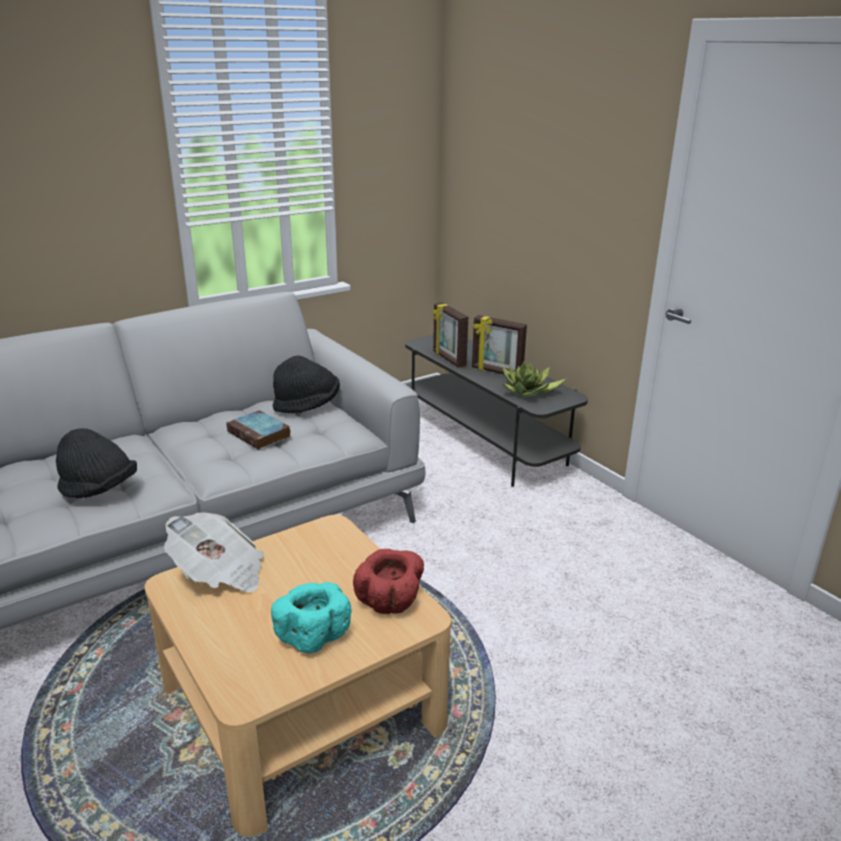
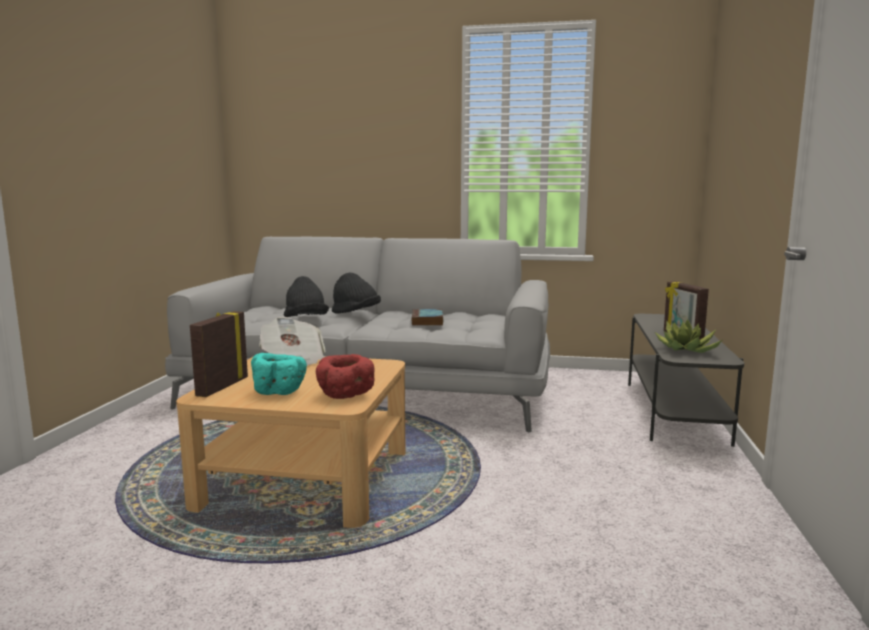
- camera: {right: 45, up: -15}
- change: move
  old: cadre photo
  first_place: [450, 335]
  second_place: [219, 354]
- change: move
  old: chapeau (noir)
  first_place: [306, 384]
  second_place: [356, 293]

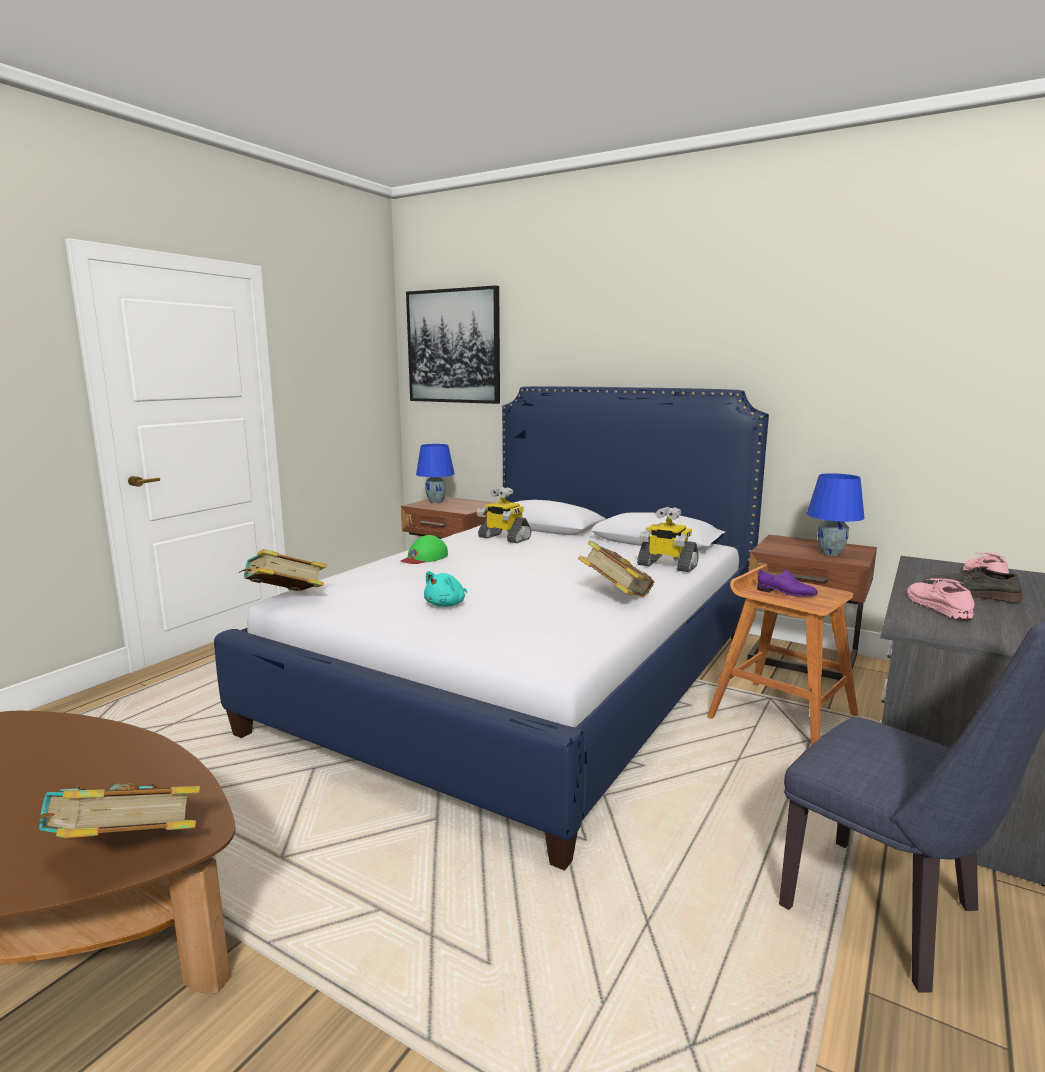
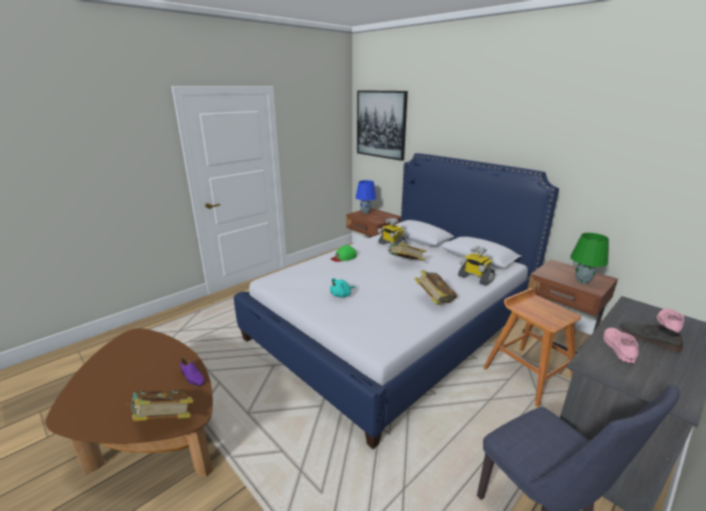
- camera: {right: 15, up: 10}
- change: move
  old: chaussure (violet)
  first_place: [787, 583]
  second_place: [192, 371]
- change: move
  old: livre
  first_place: [283, 570]
  second_place: [406, 251]
- change: recolor
  old: lampe de table (bleu)
  new: lampe de table (vert)
  first_place: [835, 514]
  second_place: [589, 258]

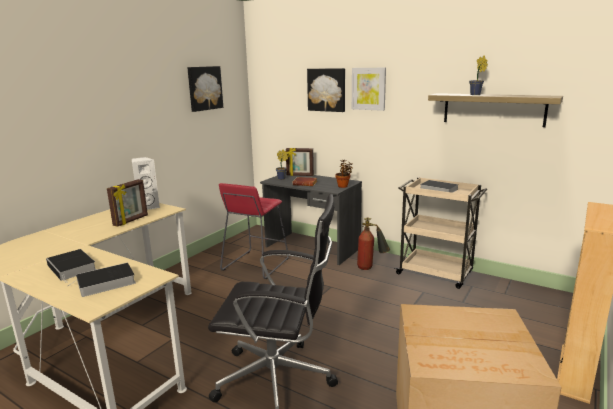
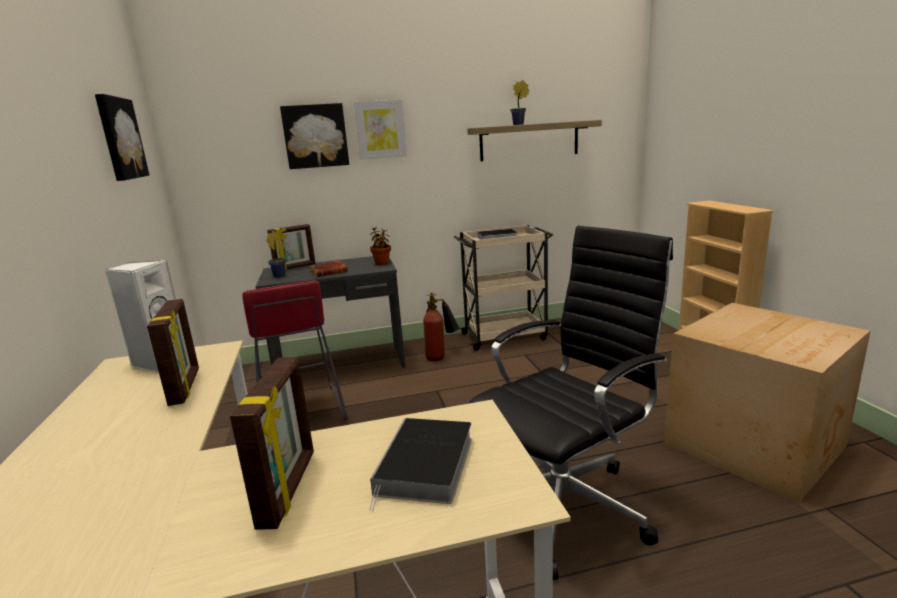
- camera: {right: -45, up: 0}
- change: replace
  old: livre
  new: cadre photo
  first_place: [71, 266]
  second_place: [272, 443]

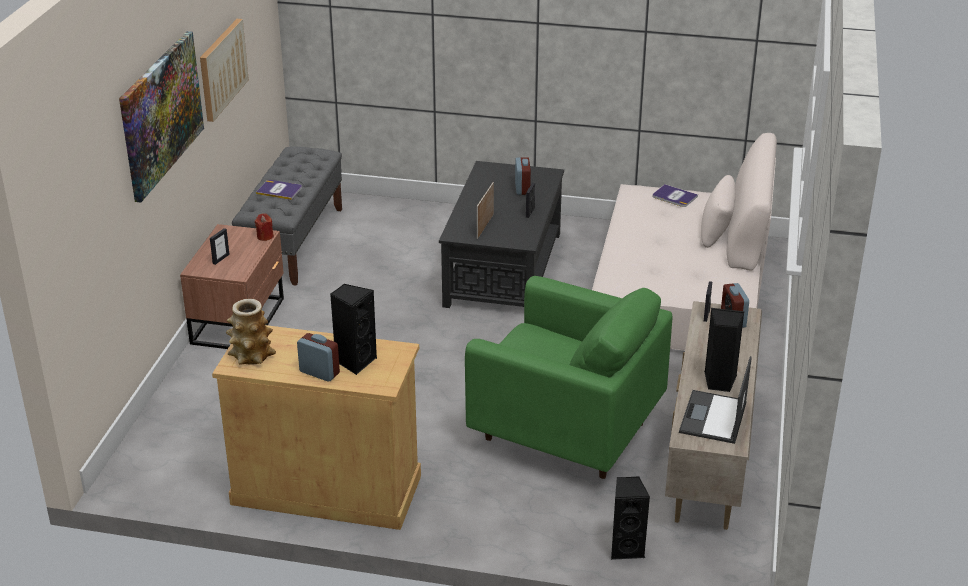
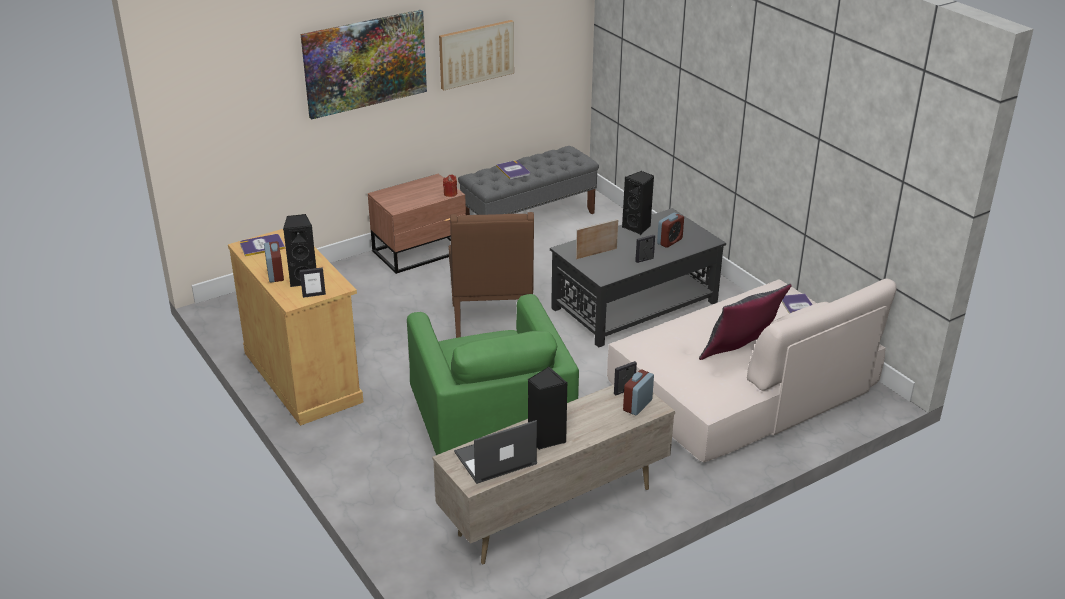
- camera: {right: 45, up: 0}
- change: replace
  old: vase
  new: livre
  first_place: [251, 332]
  second_place: [262, 245]
- change: move
  old: cadre photo
  first_place: [220, 246]
  second_place: [313, 282]
- change: insert
  new: fauteuil (marron)
  second_place: [491, 275]
- change: move
  old: enceinte (noir)
  first_place: [630, 518]
  second_place: [638, 203]
- change: insert
  new: coussin (gris)
  second_place: [745, 322]

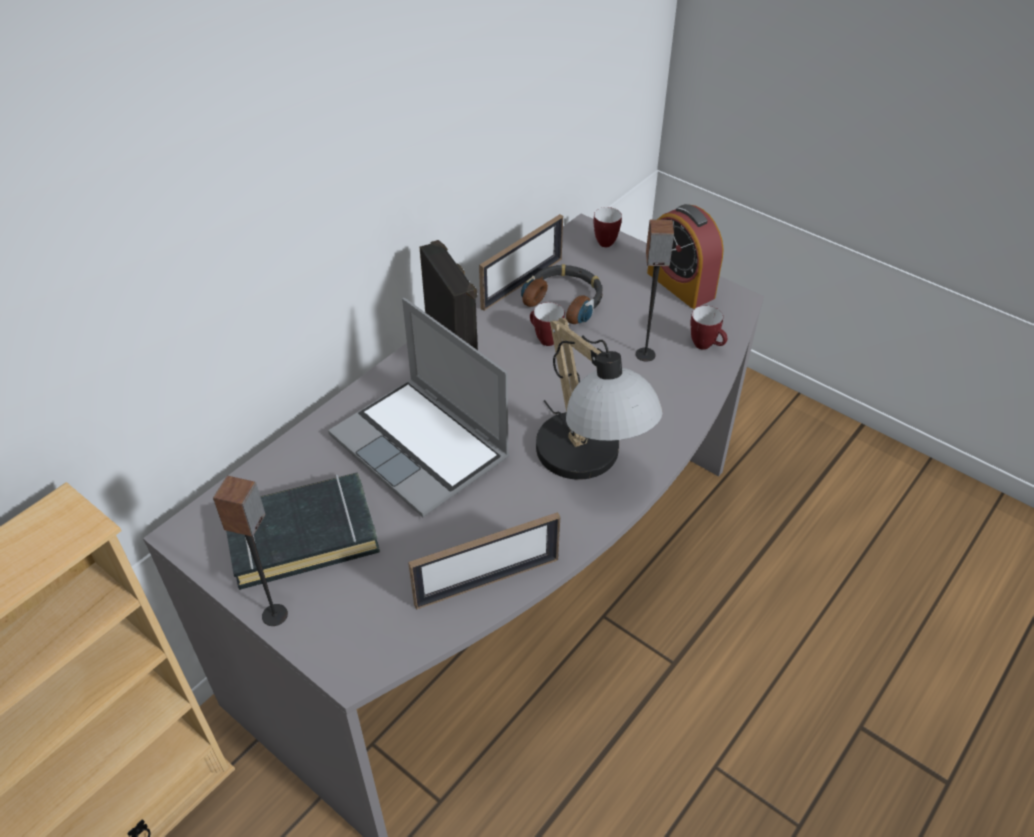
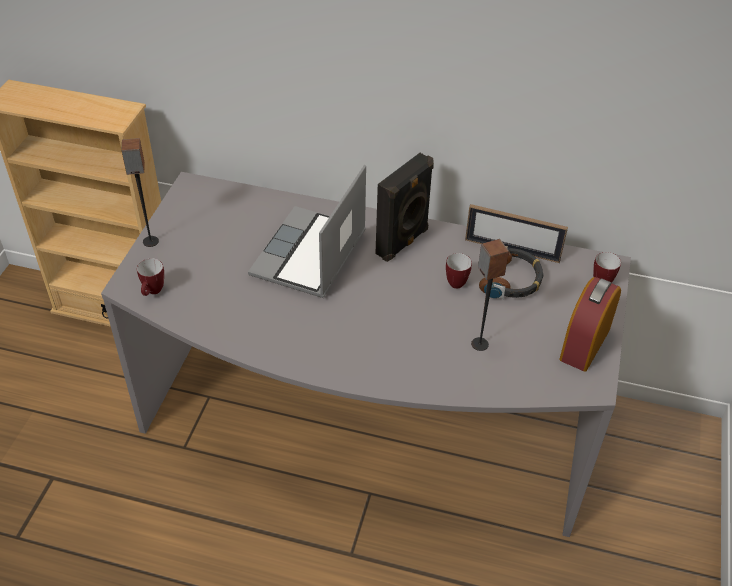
- camera: {right: 65, up: 0}
- change: move
  old: mug
  first_place: [709, 328]
  second_place: [150, 277]
- change: delete
  old: livre (noir)
  first_place: [303, 531]
- change: delete
  old: cadre photo
  first_place: [484, 560]
- change: delete
  old: lampe de table
  first_place: [599, 399]

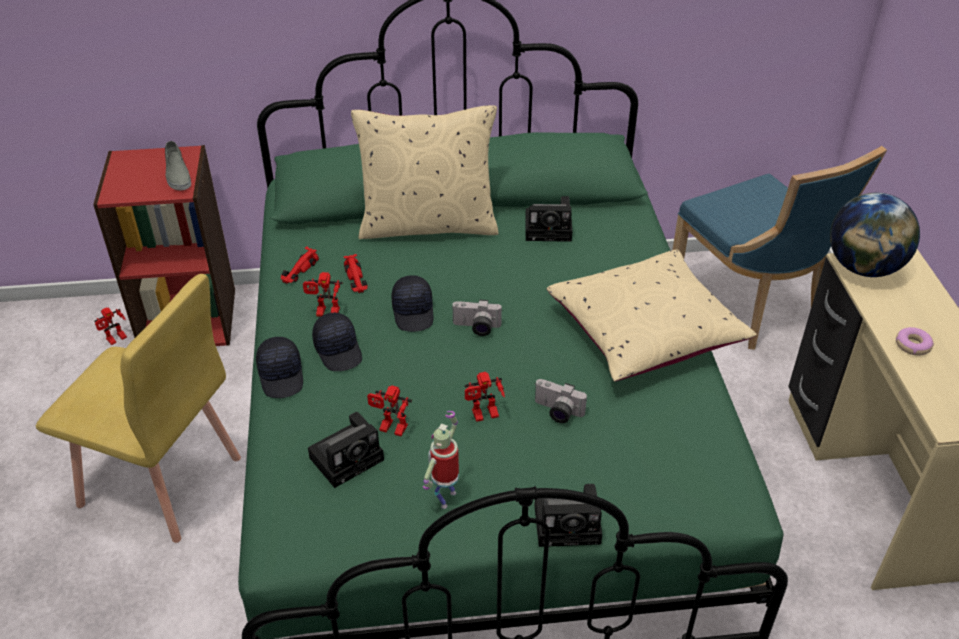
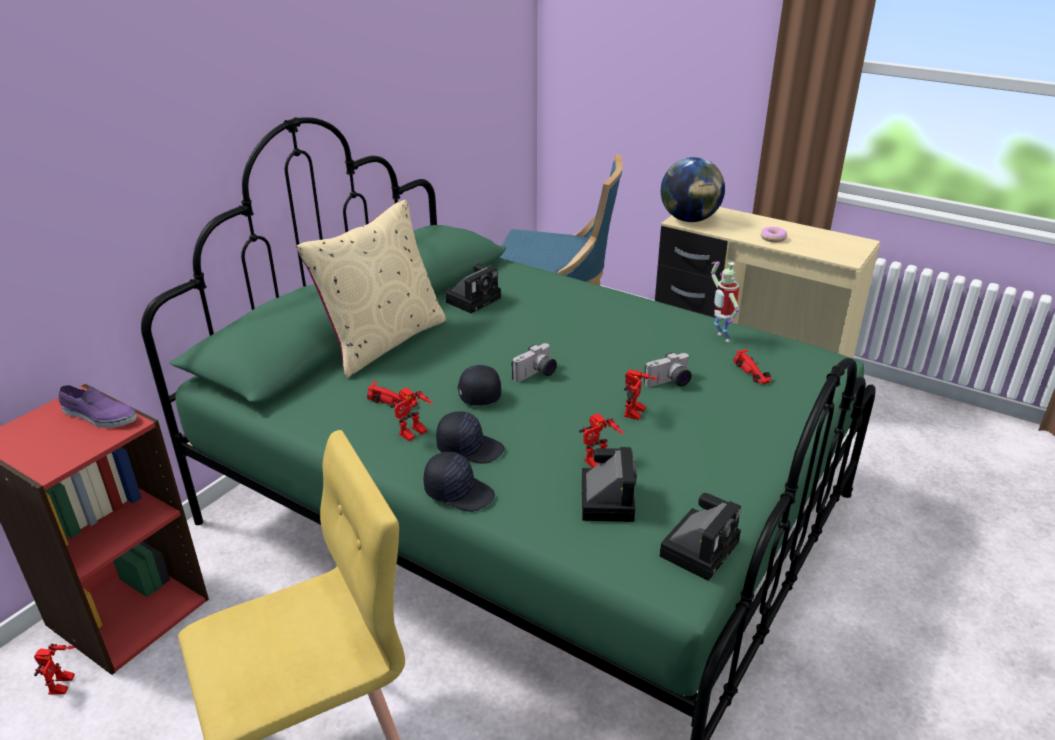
- camera: {right: -50, up: -10}
- change: recolor
  old: chaussure (gris)
  new: chaussure (violet)
  first_place: [178, 165]
  second_place: [98, 406]
- change: rotate
  old: casquette (noir)
  first_place: [412, 303]
  second_place: [479, 385]
  degrees: -135
- change: move
  old: appareil photo
  first_place: [568, 515]
  second_place: [700, 537]
- change: move
  old: robot jouet
  first_place: [441, 460]
  second_place: [725, 301]
- change: move
  old: petite voiture (rouge)
  first_place: [300, 265]
  second_place: [752, 366]
- change: delete
  old: coussin (beige)
  first_place: [652, 316]

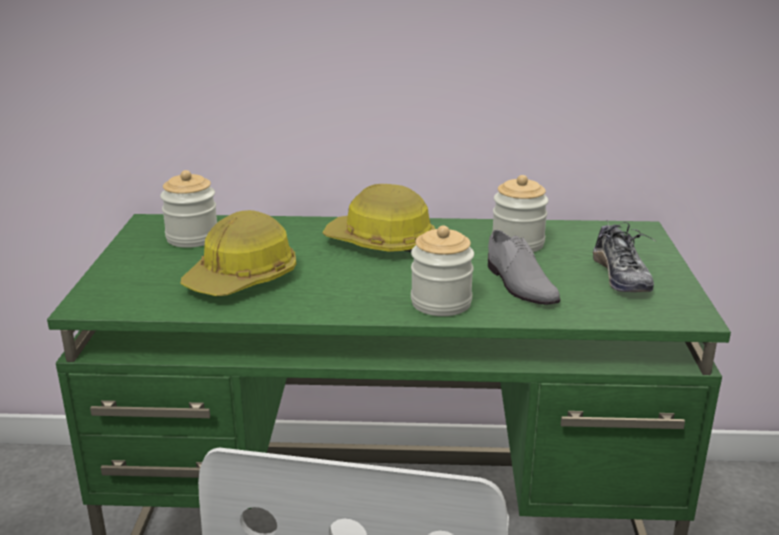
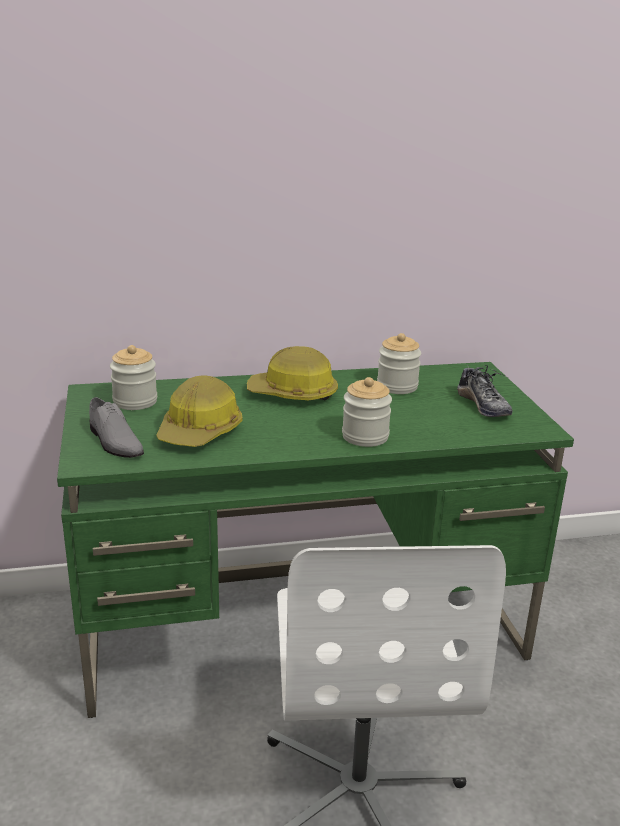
- camera: {right: -15, up: 0}
- change: move
  old: chaussure (gris)
  first_place: [524, 267]
  second_place: [116, 427]

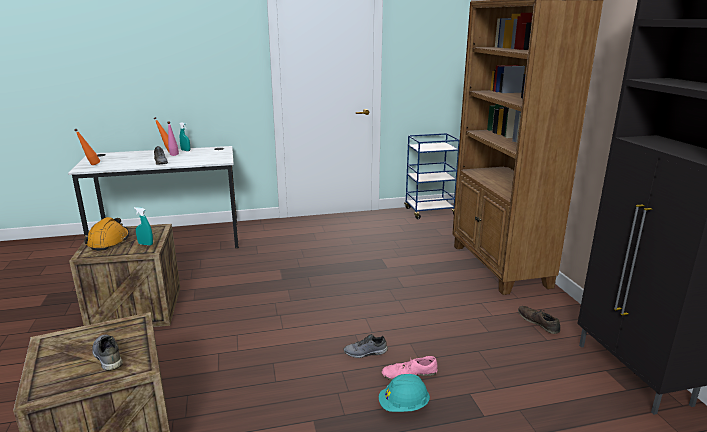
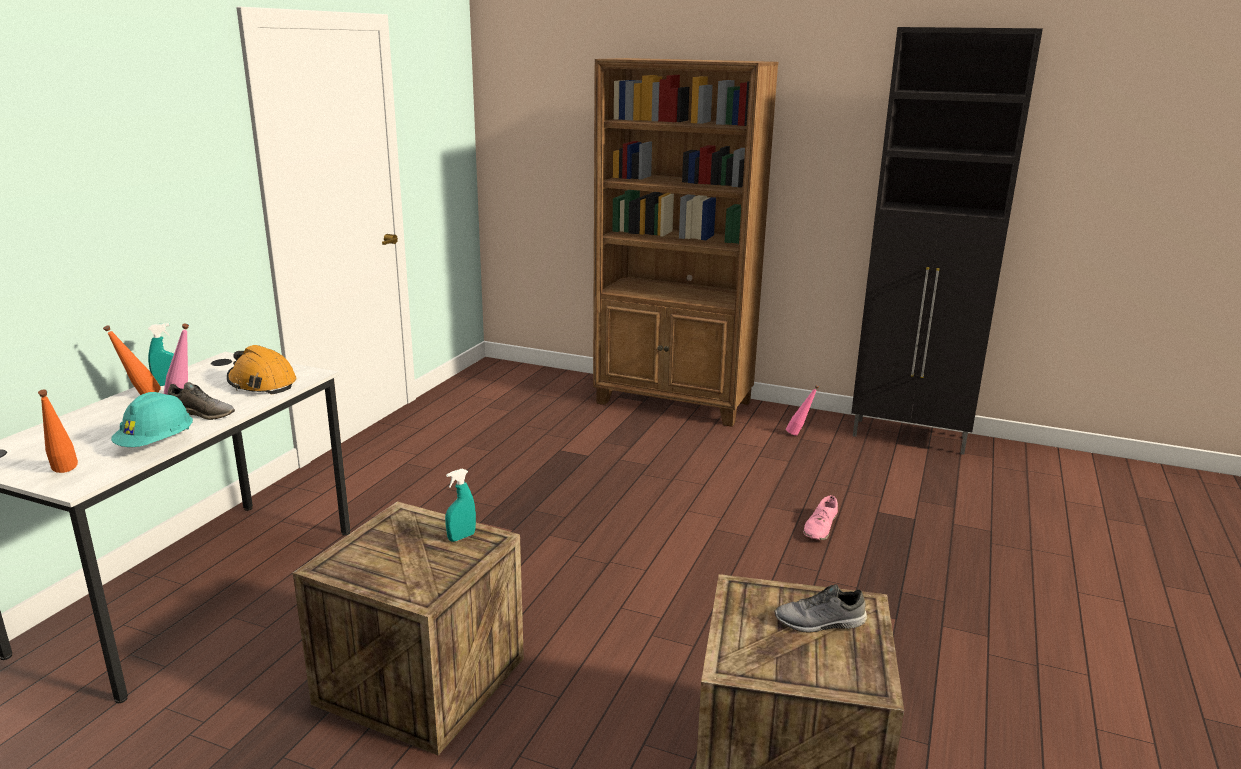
- camera: {right: -55, up: 0}
- change: move
  old: casque de chantier (turquoise)
  first_place: [404, 393]
  second_place: [152, 419]
- change: move
  old: casque de chantier (orange)
  first_place: [107, 234]
  second_place: [261, 369]
- change: replace
  old: chaussure (marron)
  new: bouteille (rose)
  first_place: [539, 320]
  second_place: [802, 410]
- change: delete
  old: chaussure (gris)
  first_place: [365, 346]
- change: delete
  old: chariot (bleu)
  first_place: [432, 176]

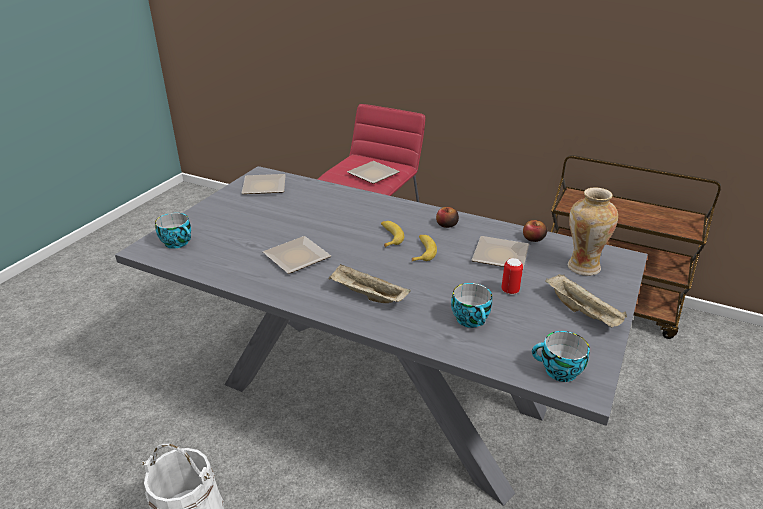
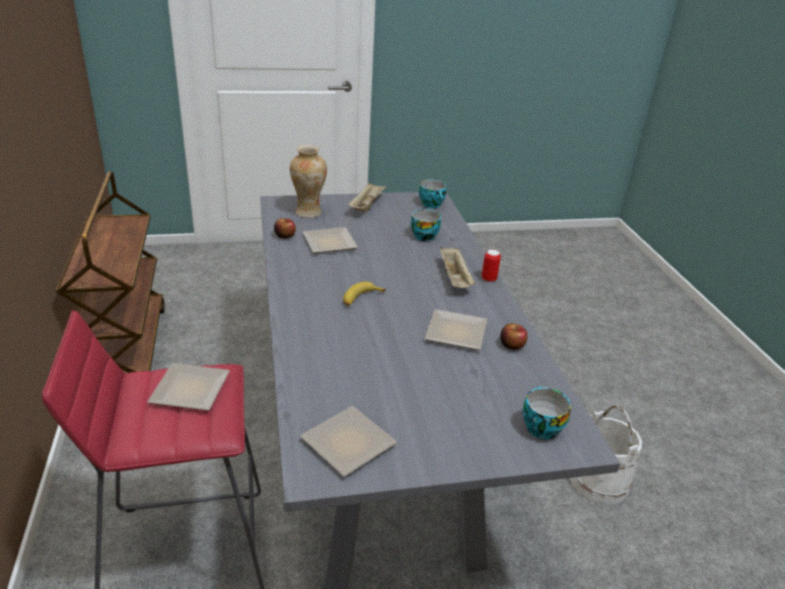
- camera: {right: -130, up: 0}
- change: move
  old: boîte métallique
  first_place: [512, 276]
  second_place: [491, 265]
- change: move
  old: pomme
  first_place: [447, 217]
  second_place: [514, 337]
- change: delete
  old: banane
  first_place: [424, 248]

